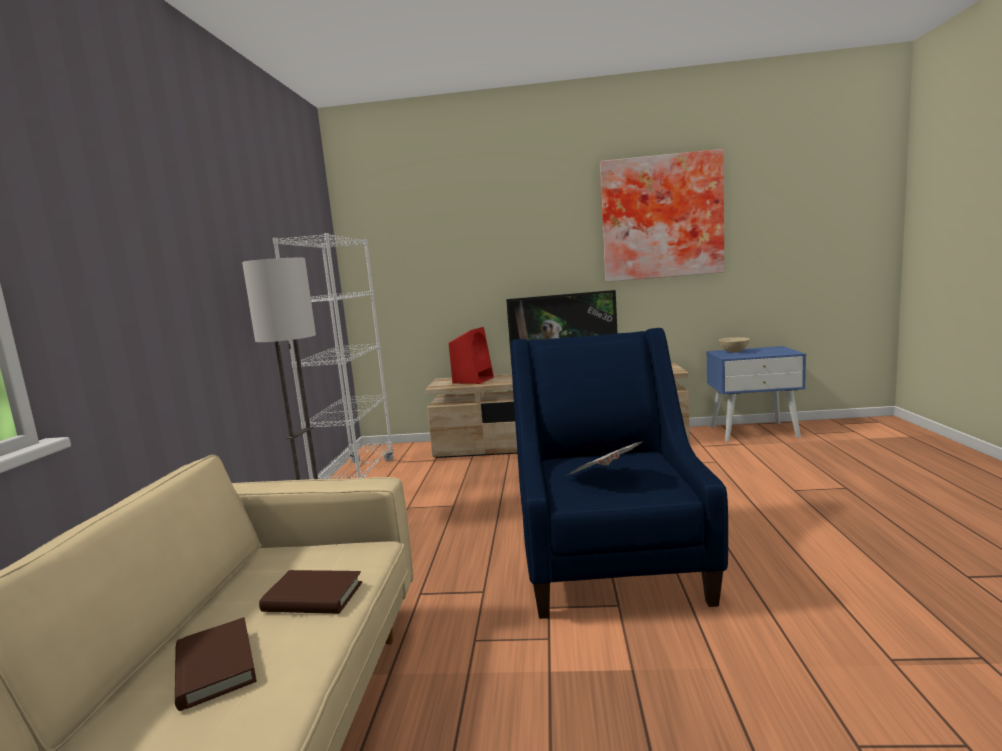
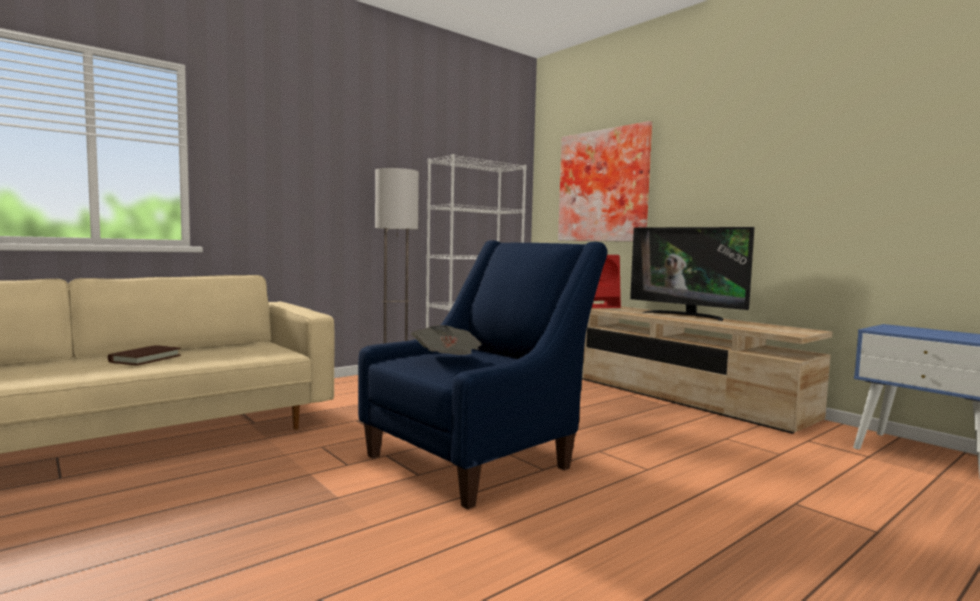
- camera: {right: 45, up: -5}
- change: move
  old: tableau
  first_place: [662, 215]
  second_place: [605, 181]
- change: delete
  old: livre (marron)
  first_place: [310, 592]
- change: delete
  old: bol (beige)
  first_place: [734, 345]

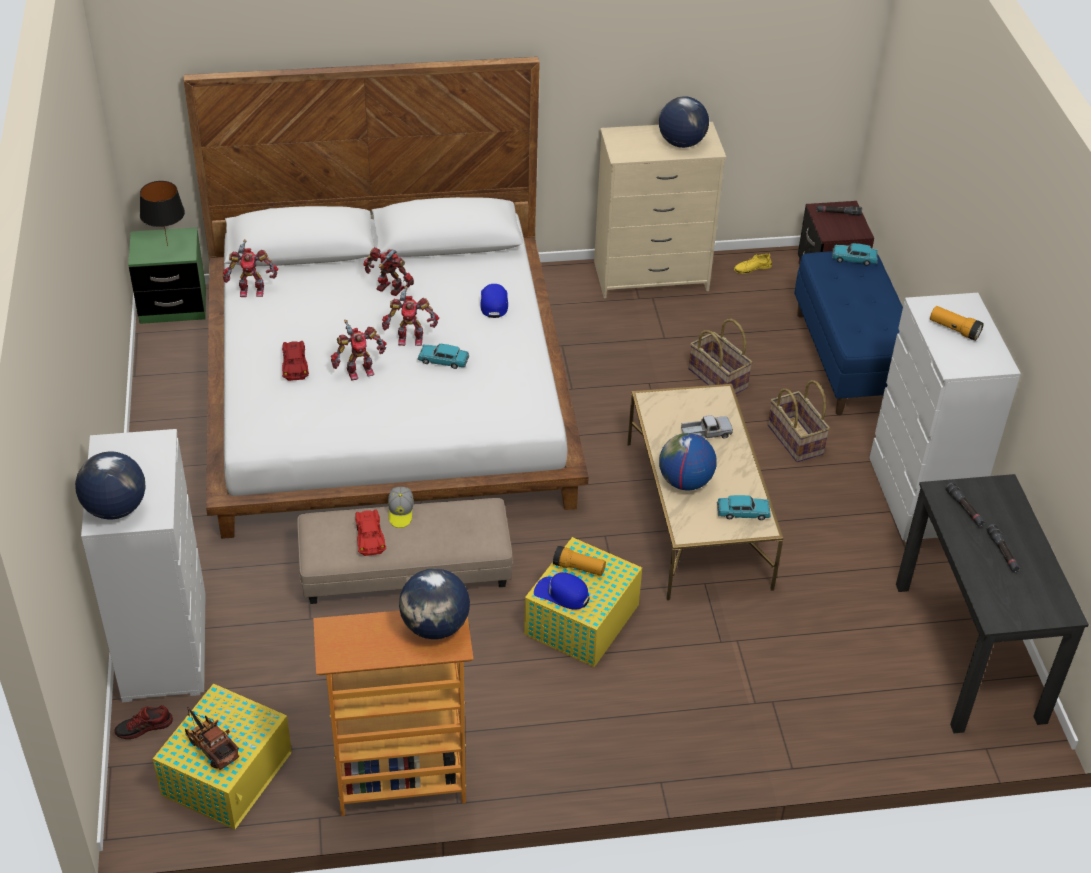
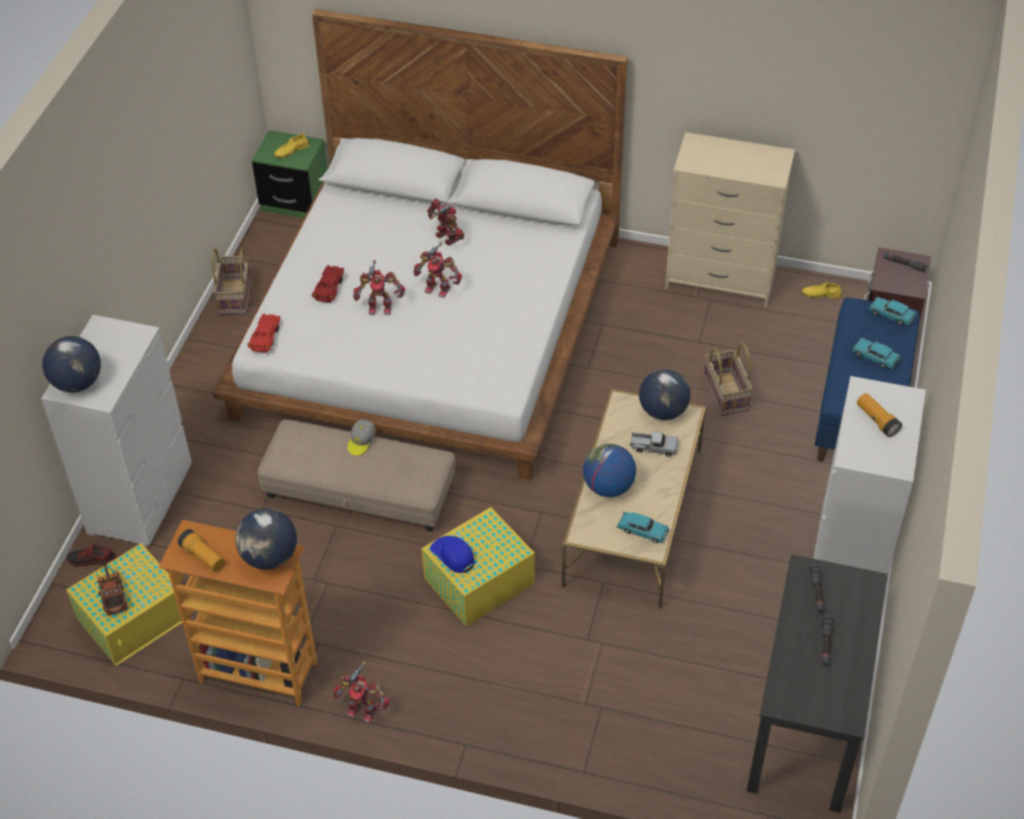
- camera: {right: 25, up: 5}
- change: move
  old: lampe de poche
  first_place: [579, 561]
  second_place: [201, 550]
- change: move
  old: panier
  first_place: [799, 421]
  second_place: [231, 281]
- change: move
  old: petite voiture (rouge)
  first_place: [370, 533]
  second_place: [264, 333]
- change: replace
  old: lampe de table (noir)
  new: chaussure (jaune)
  first_place: [162, 213]
  second_place: [291, 145]
- change: move
  old: robot jouet
  first_place: [250, 268]
  second_place: [361, 692]
- change: move
  old: globe
  first_place: [684, 122]
  second_place: [665, 394]
- change: move
  old: petite voiture (turquoise)
  first_place: [443, 356]
  second_place: [875, 353]
- change: delete
  old: casquette (bleu)
  first_place: [494, 301]

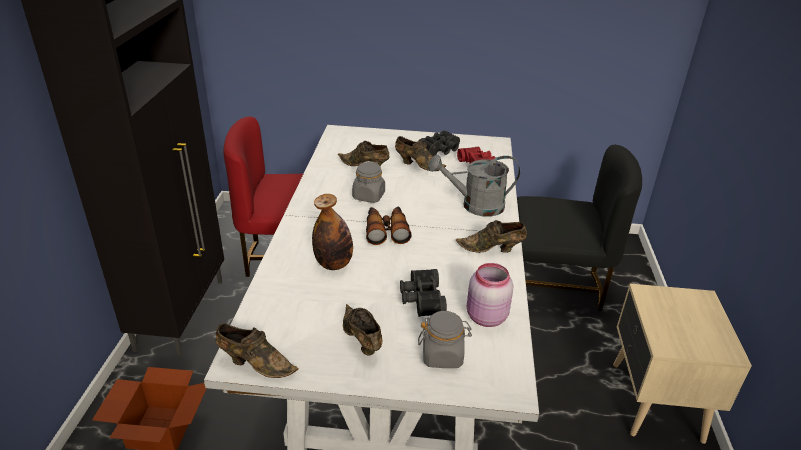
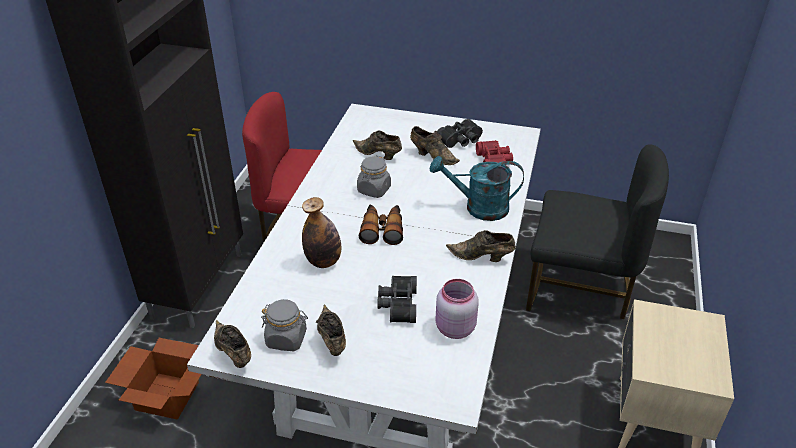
- camera: {right: 10, up: 5}
- change: rotate
  old: chaussure (marron)
  first_place: [257, 350]
  second_place: [232, 344]
  degrees: -150
- change: move
  old: bocal (gris)
  first_place: [445, 339]
  second_place: [284, 325]
- change: recolor
  old: arrosoir (gris)
  new: arrosoir (turquoise)
  first_place: [474, 186]
  second_place: [477, 188]

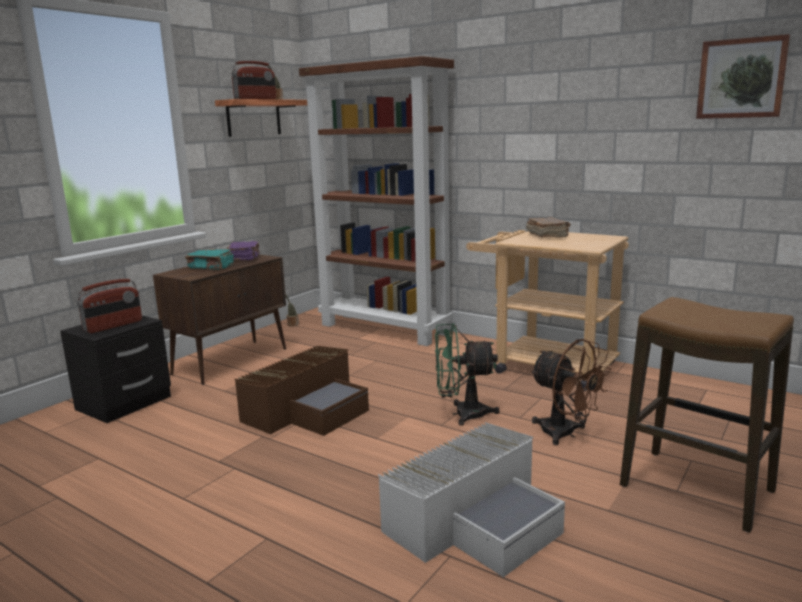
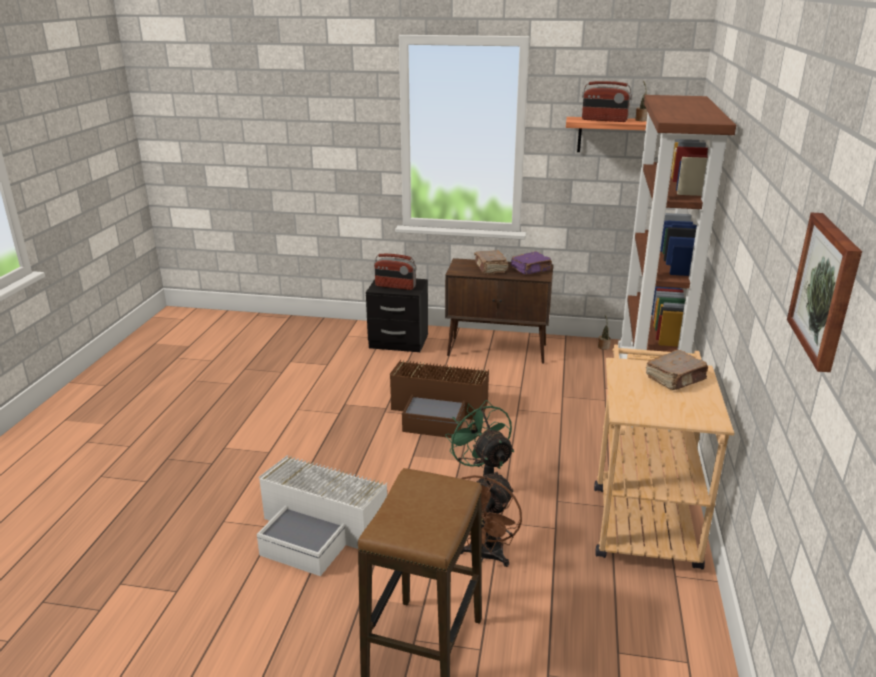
- camera: {right: 65, up: 10}
- change: recolor
  old: livre (turquoise)
  new: livre (marron)
  first_place: [209, 259]
  second_place: [491, 262]

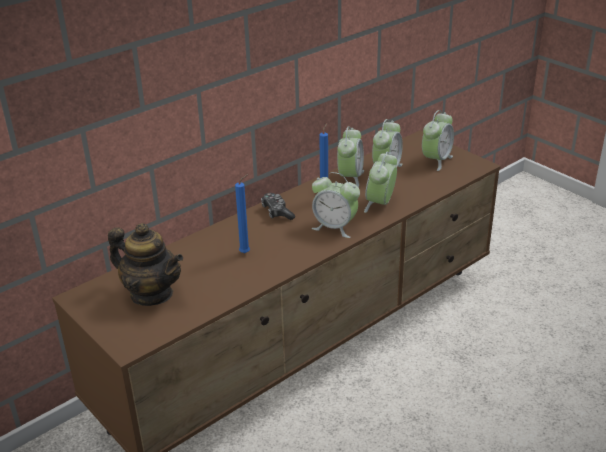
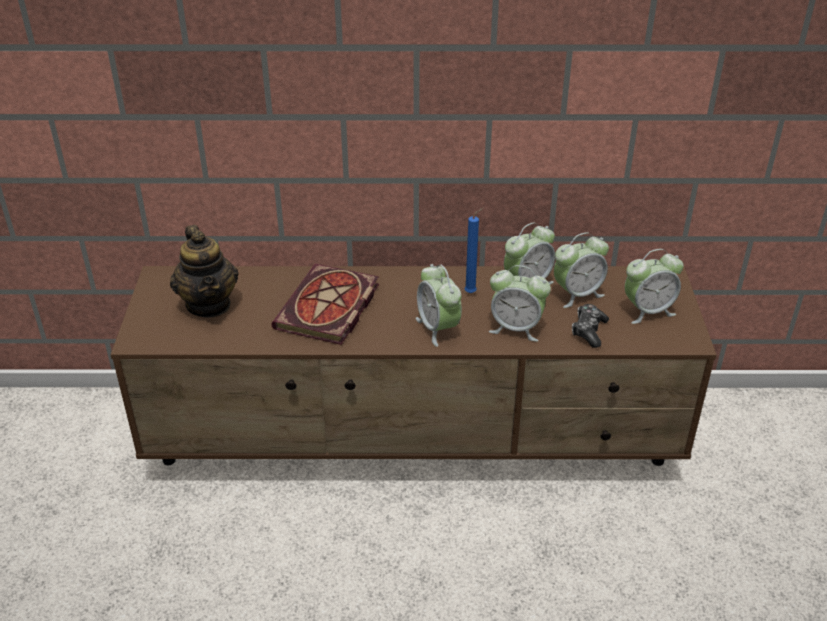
- camera: {right: 40, up: 5}
- change: replace
  old: bougie (bleu)
  new: livre
  first_place: [242, 213]
  second_place: [325, 304]
- change: rotate
  old: réveil
  first_place: [380, 182]
  second_place: [520, 303]
  degrees: -135
- change: move
  old: manette
  first_place: [278, 206]
  second_place: [590, 326]

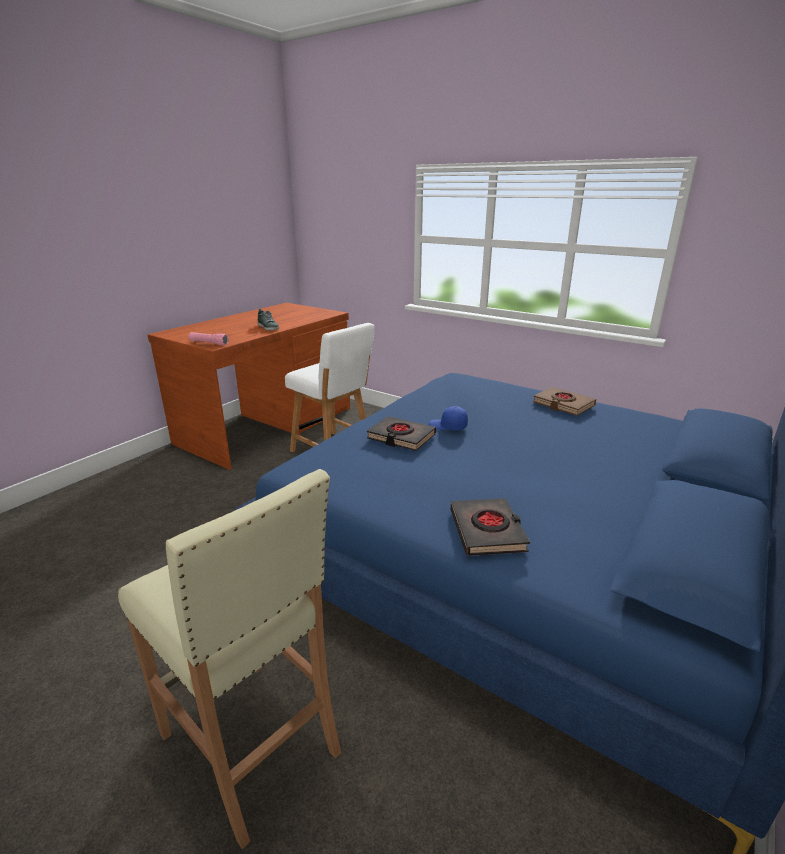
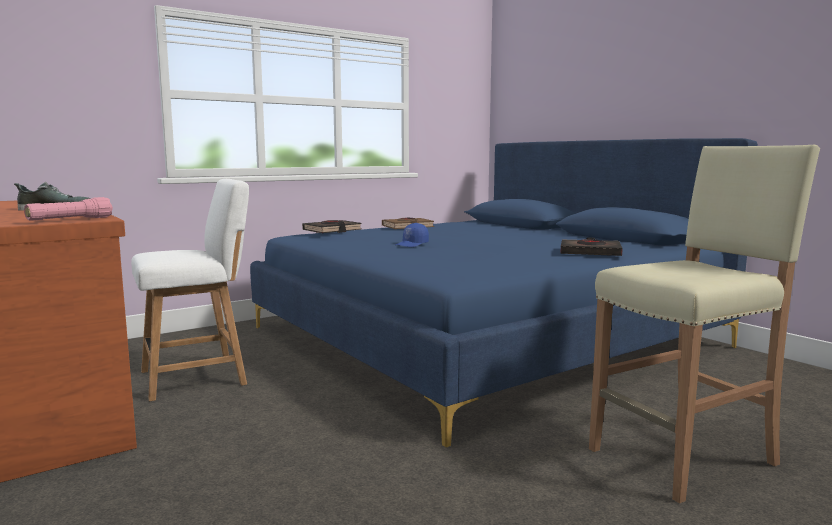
- camera: {right: -70, up: -15}
- change: move
  old: livre (noir)
  first_place: [401, 433]
  second_place: [331, 226]

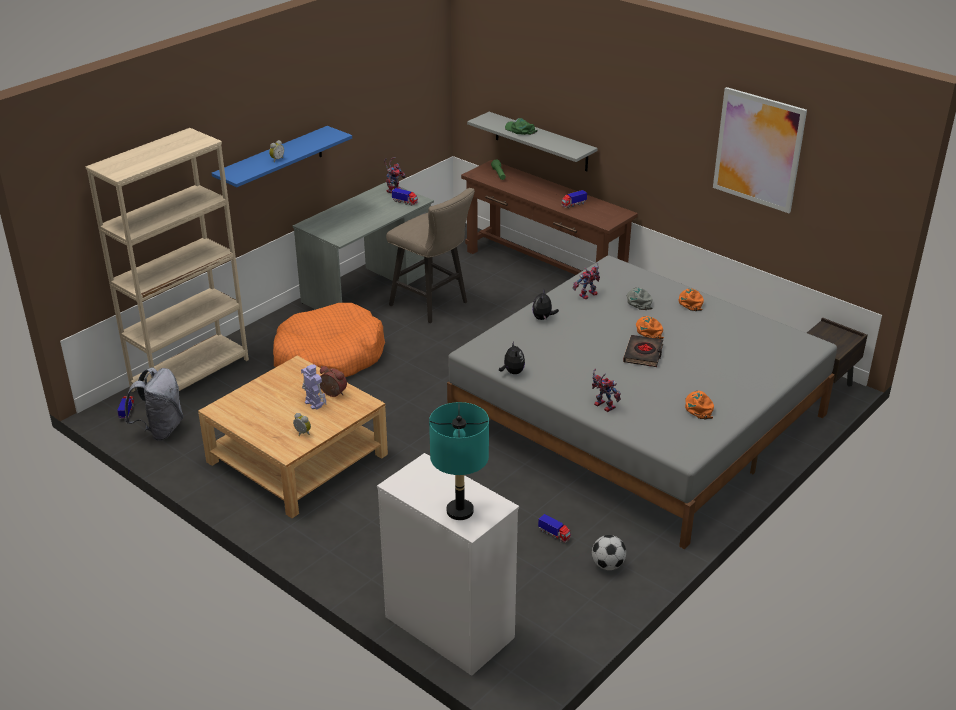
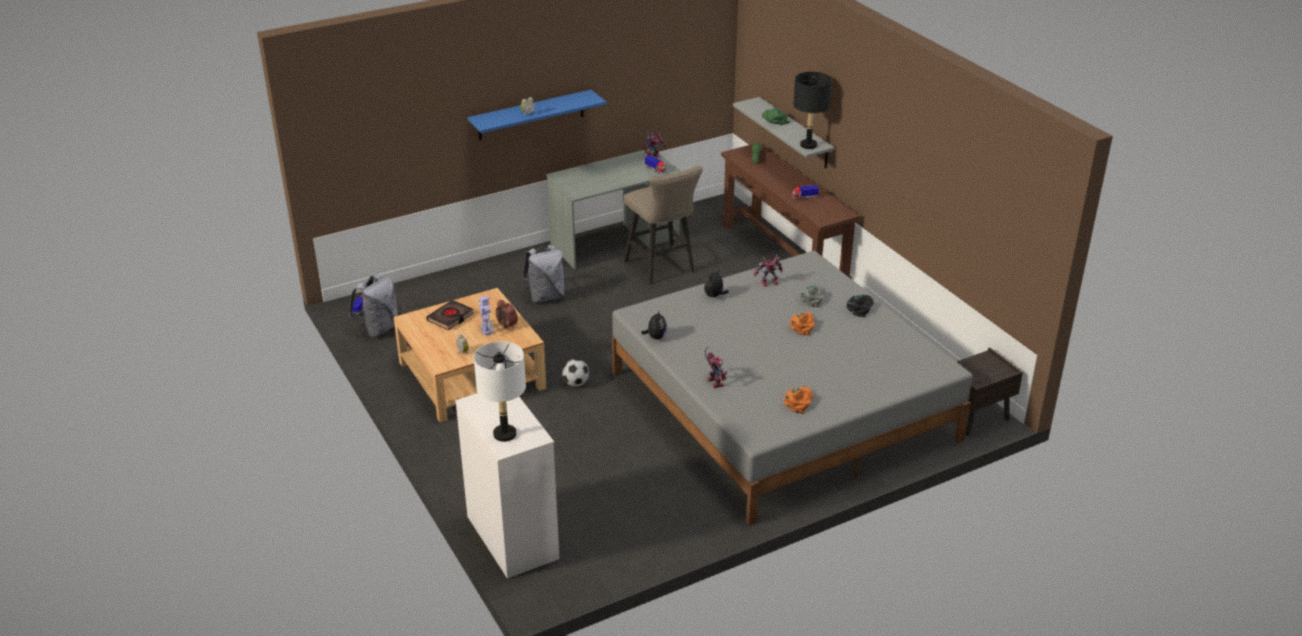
- camera: {right: 20, up: 0}
- change: move
  old: livre (noir)
  first_place: [643, 351]
  second_place: [450, 315]
- change: recolor
  old: lampe de table (turquoise)
  new: lampe de table (blanc)
  first_place: [459, 461]
  second_place: [500, 391]
- change: replace
  old: panier pour chien (orange)
  new: sac à dos (gris)
  first_place: [329, 340]
  second_place: [543, 274]
- change: move
  old: ballon de foot
  first_place: [609, 552]
  second_place: [575, 373]
- change: insert
  new: lampe de table (noir)
  second_place: [812, 110]
- change: recolor
  old: casquette (orange)
  new: casquette (noir)
  first_place: [691, 299]
  second_place: [860, 306]
- change: delete
  old: bibliothèque (beige)
  first_place: [167, 260]
- change: delete
  old: camion jouet
  first_place: [554, 528]
- change: delete
  old: tableau
  first_place: [760, 150]

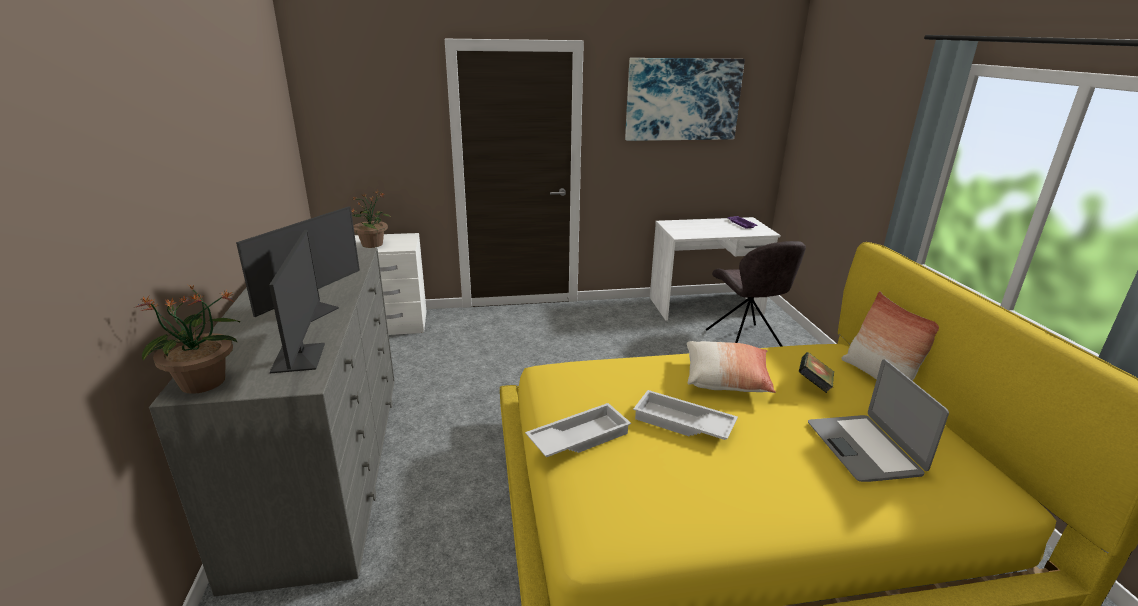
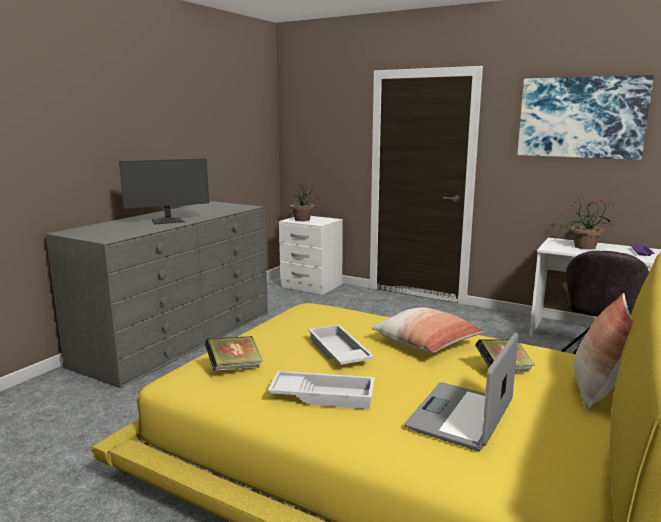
- camera: {right: 40, up: -10}
- change: insert
  new: livre
  second_place: [234, 353]
- change: move
  old: plateau (blanc)
  first_place: [578, 430]
  second_place: [321, 390]
- change: move
  old: plante en pot
  first_place: [188, 339]
  second_place: [590, 223]
- change: delete
  old: écran d'ordinateur
  first_place: [297, 301]

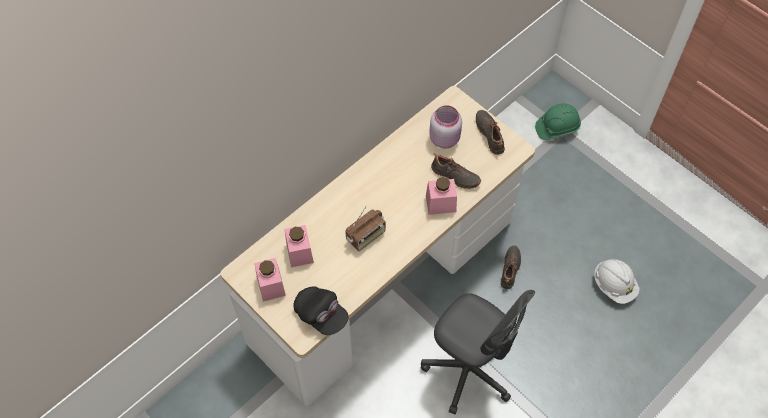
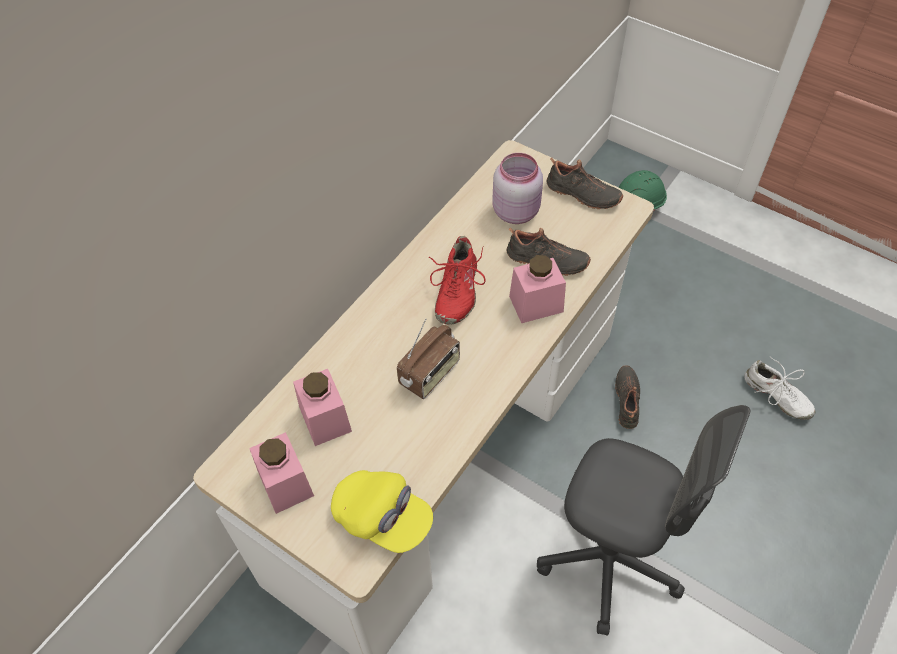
- camera: {right: -10, up: -5}
- change: recolor
  old: casquette (noir)
  new: casquette (jaune)
  first_place: [321, 310]
  second_place: [382, 511]
- change: insert
  new: chaussure (rouge)
  second_place: [457, 280]
- change: rotate
  old: chaussure (noir)
  first_place: [490, 132]
  second_place: [584, 183]
  degrees: 150
- change: replace
  old: casque de chantier (blanc)
  new: chaussure (blanc)
  first_place: [616, 281]
  second_place: [780, 388]

